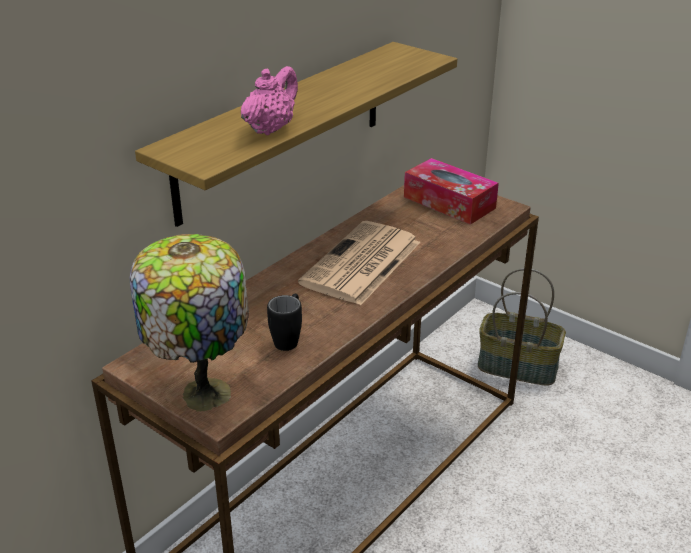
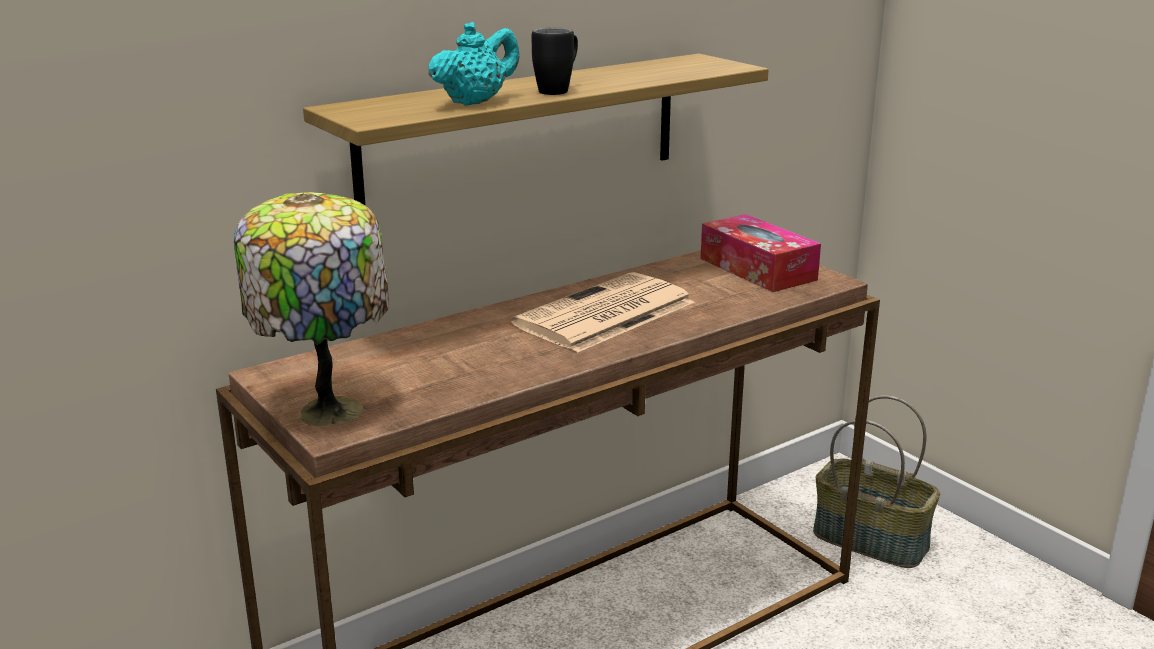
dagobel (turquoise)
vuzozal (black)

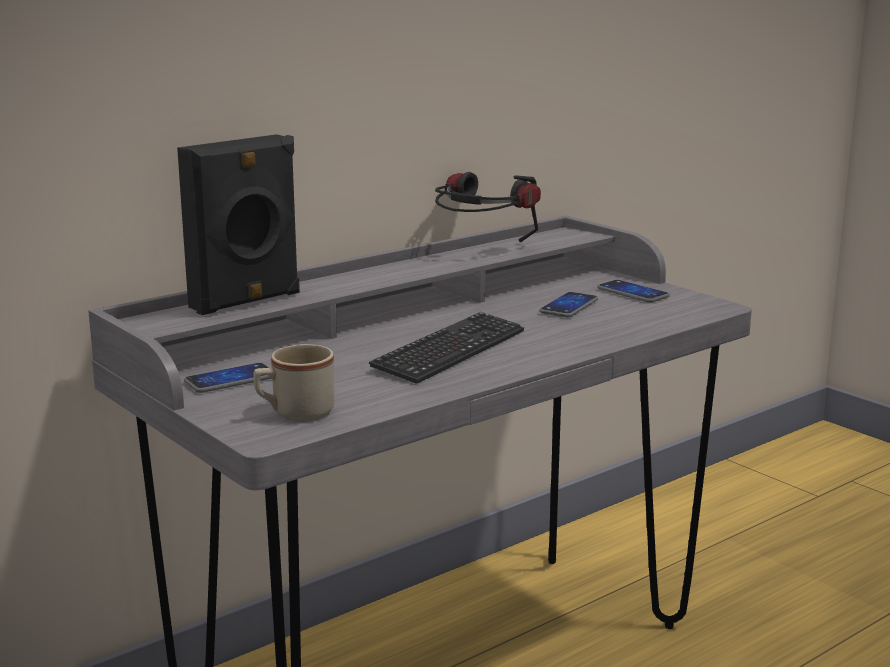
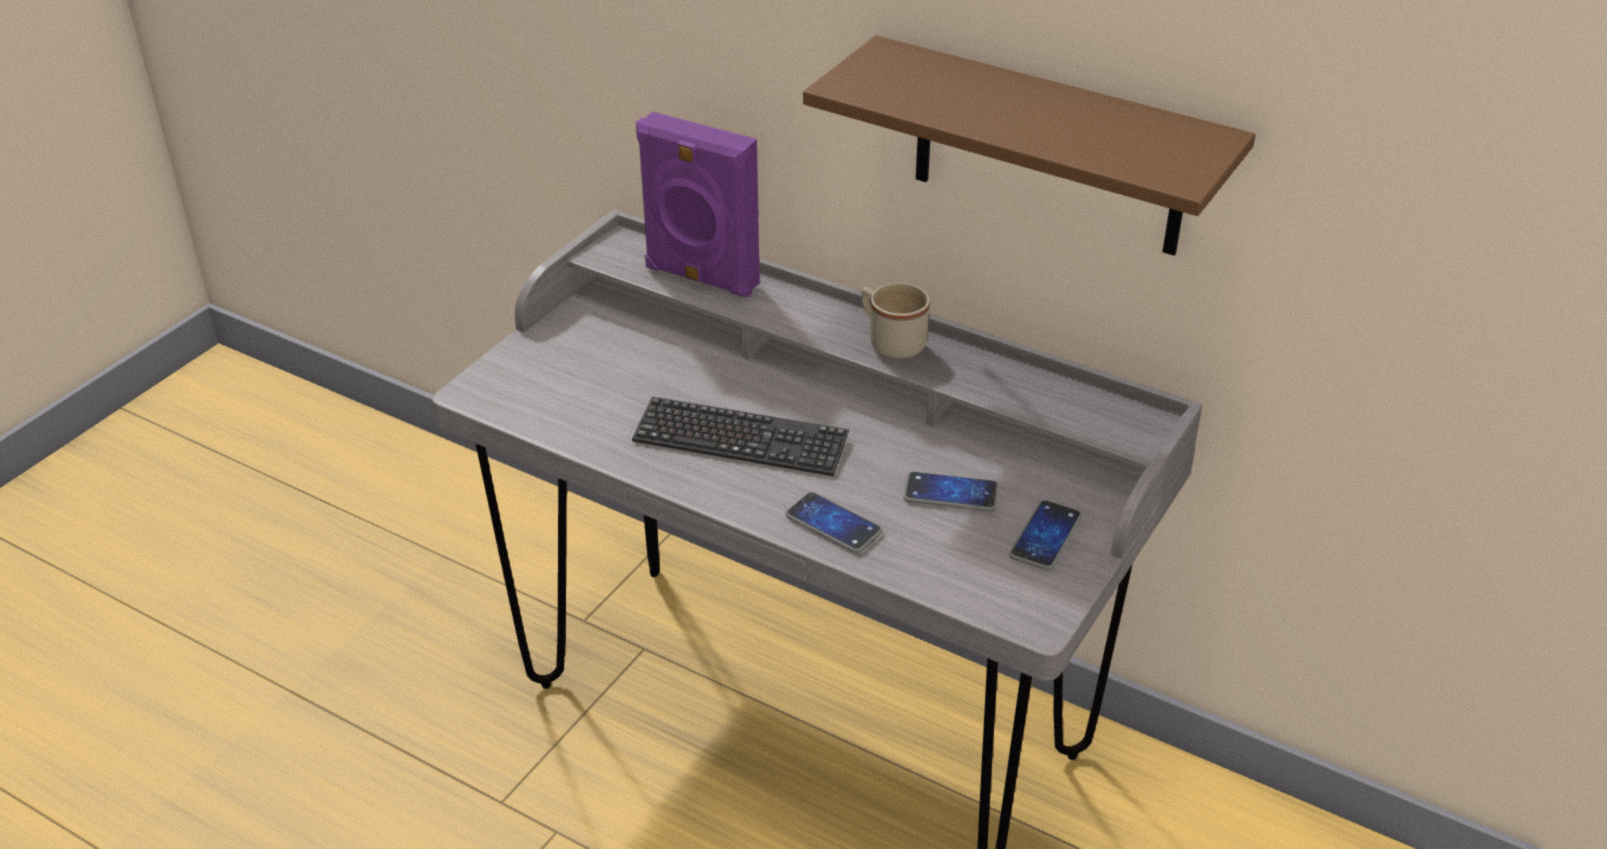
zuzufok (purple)
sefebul
vuzozal (beige)
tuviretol (no. 1 from left)
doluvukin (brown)

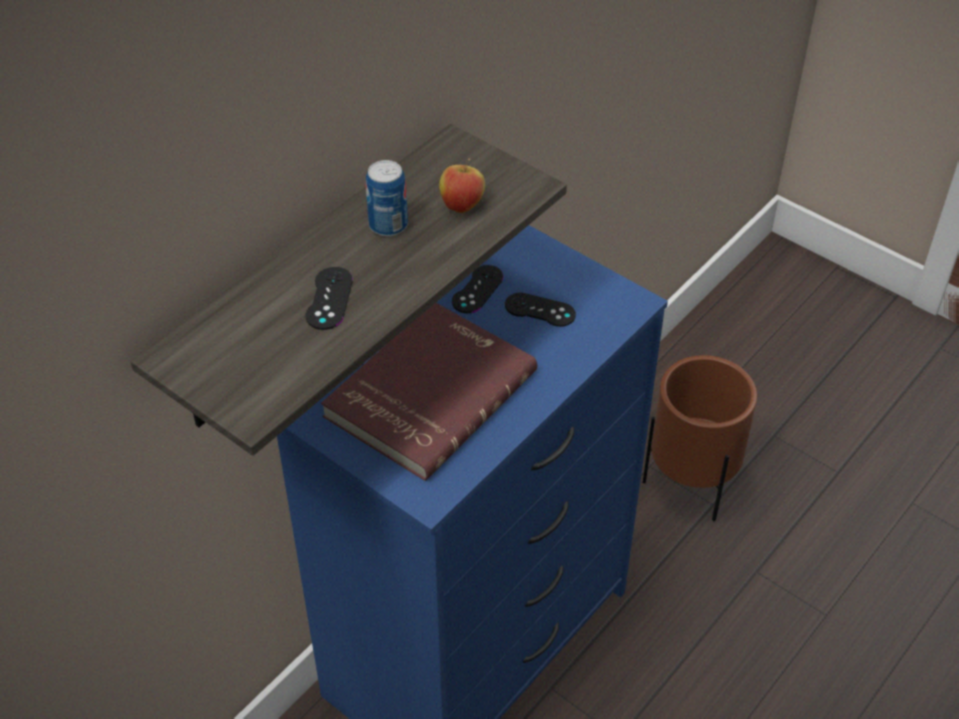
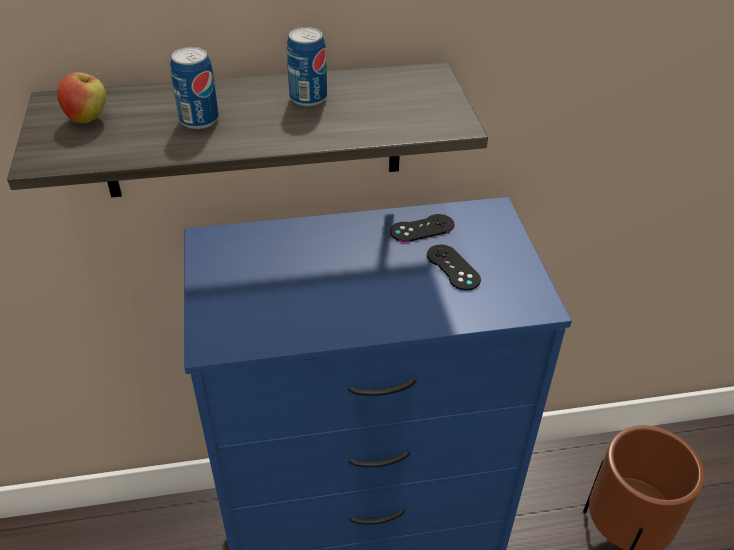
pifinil
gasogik (no. 1 from left)
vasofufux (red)

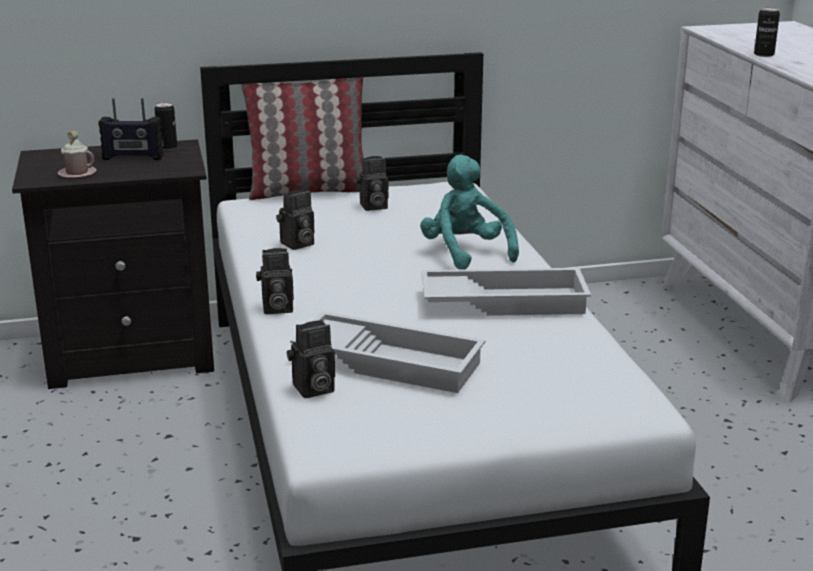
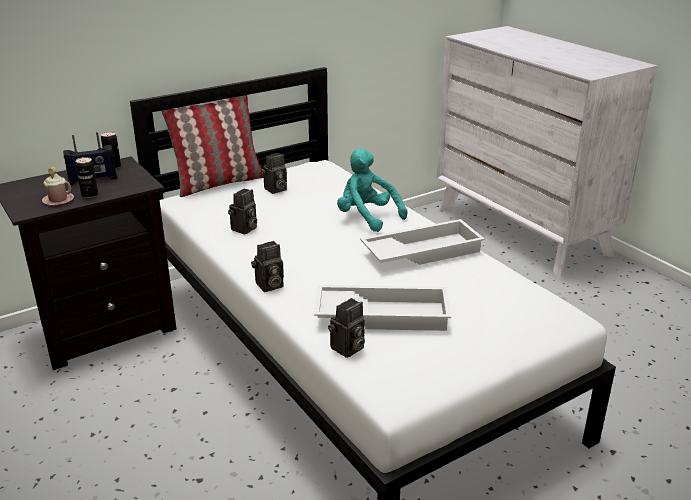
gasogik (no. 1 from left)

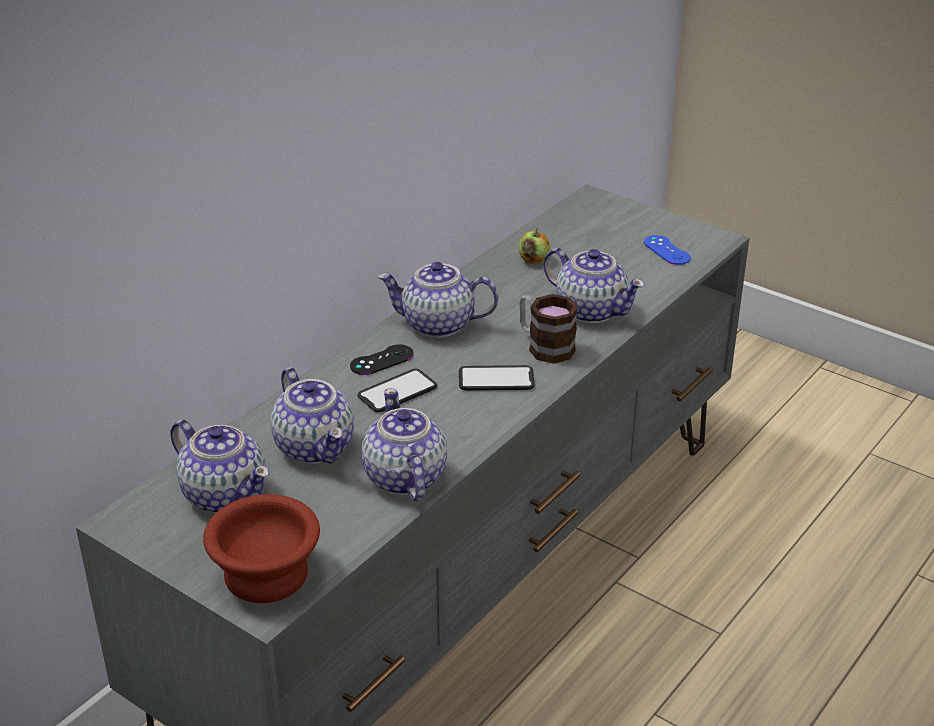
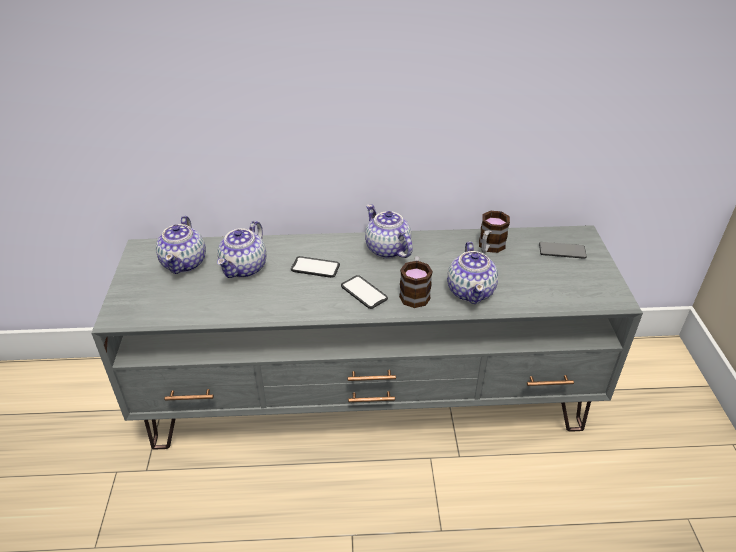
vuzozal (no. 2 from left)
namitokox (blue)
namitokox (black)
dagobel (no. 3 from left in the first image)
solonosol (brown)
tuviretol (no. 3 from left)

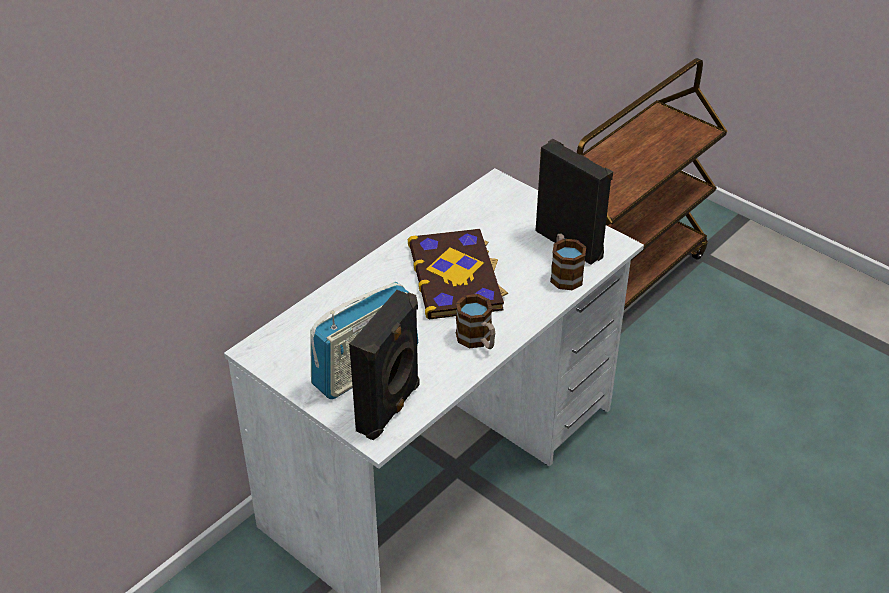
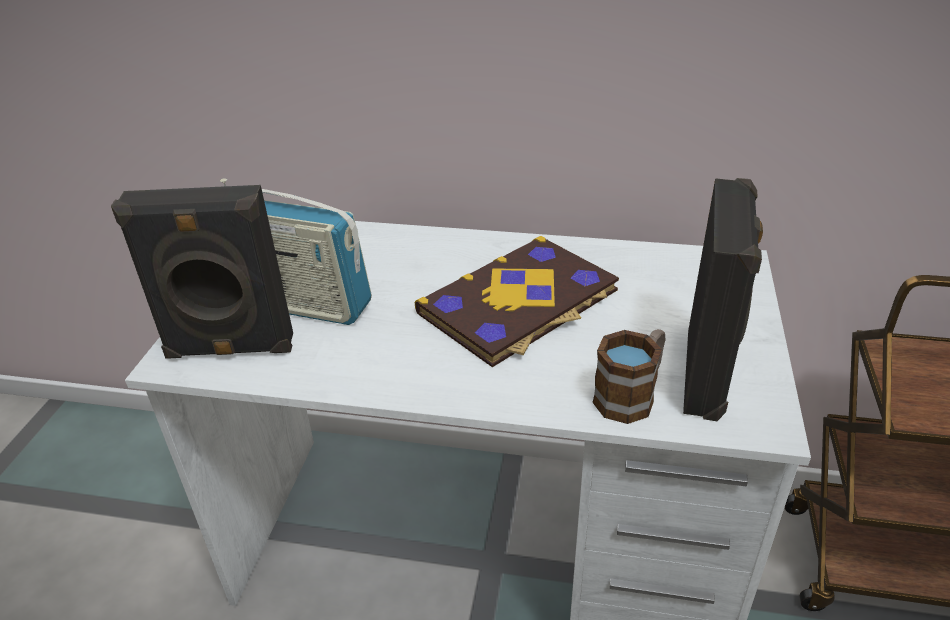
vuzozal (no. 1 from left in the first image)

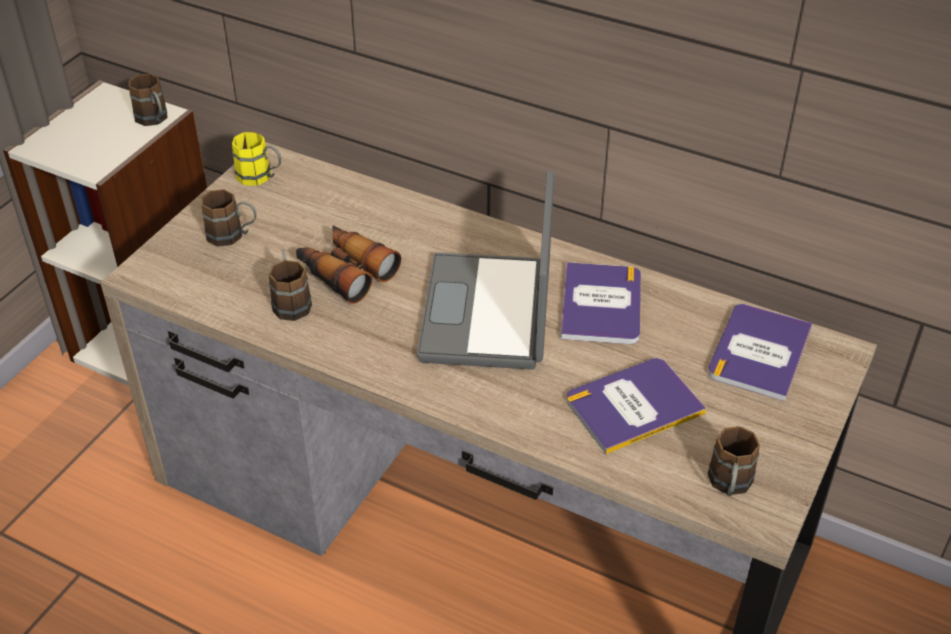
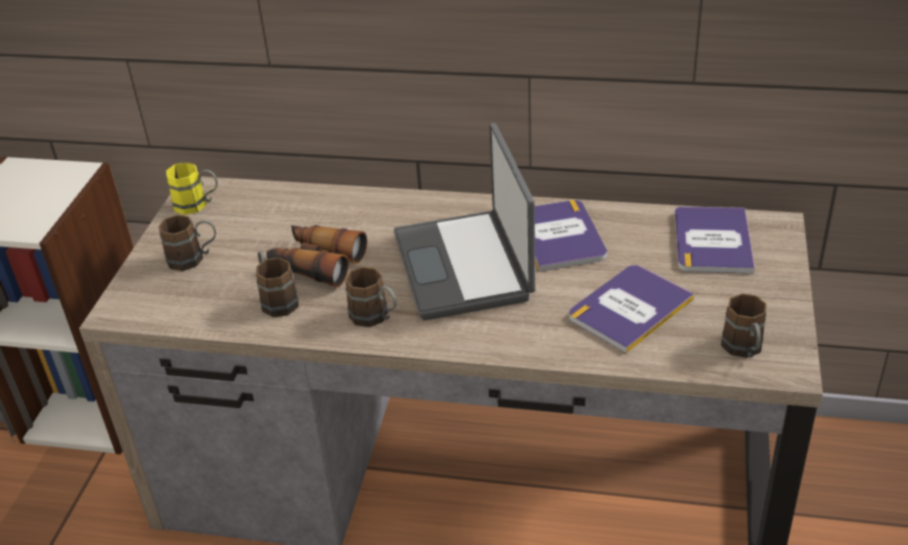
vuzozal (brown) (no. 3 from left)

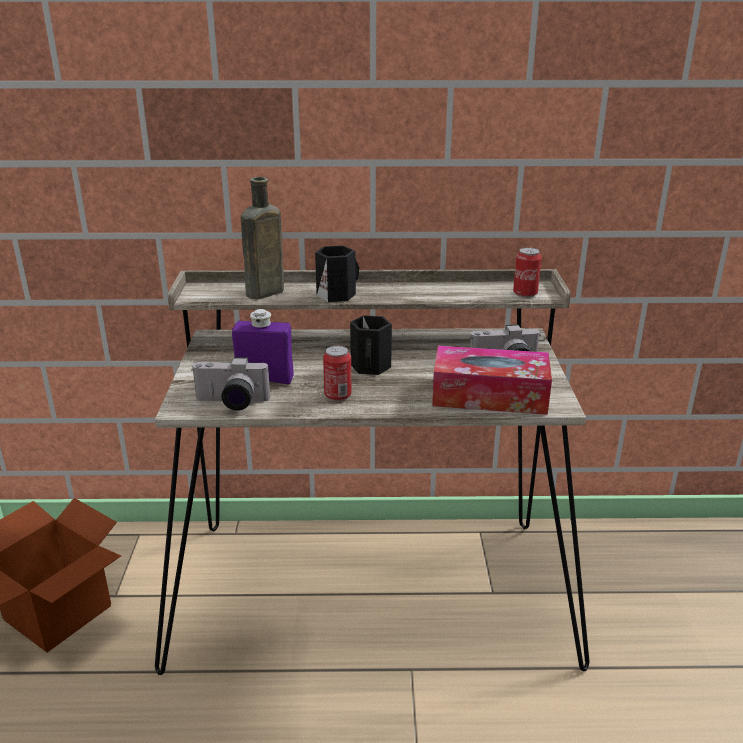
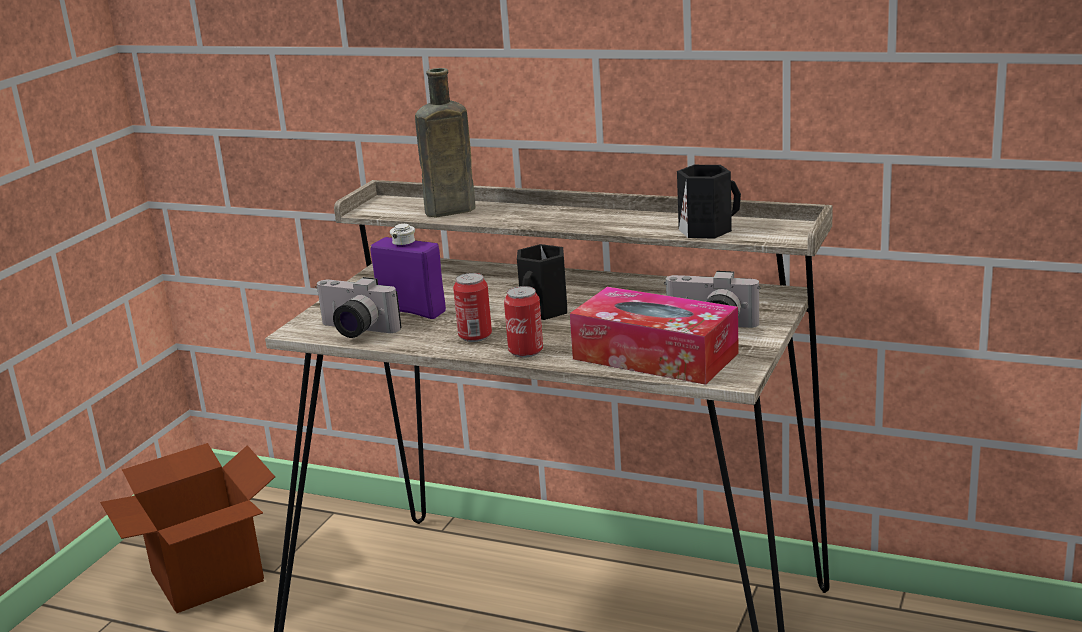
vuzozal (black) (no. 2 from left)
gasogik (no. 2 from left)

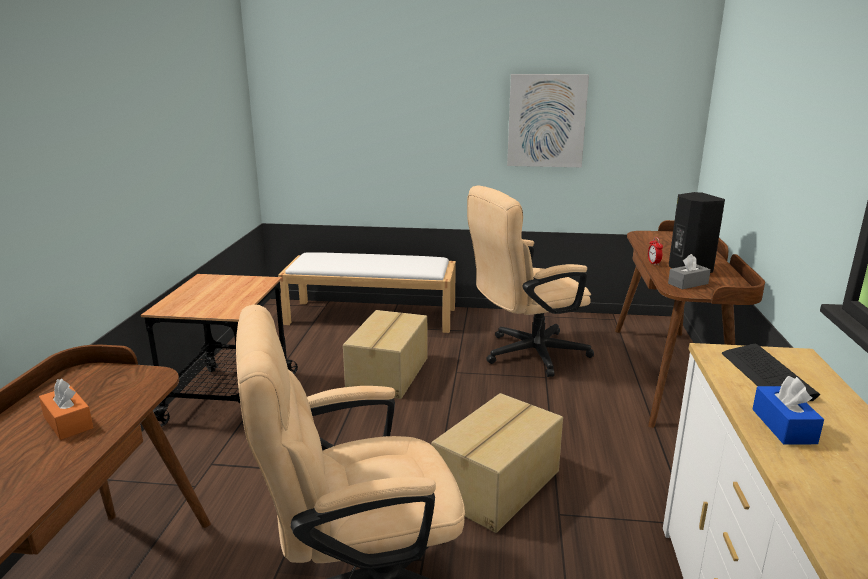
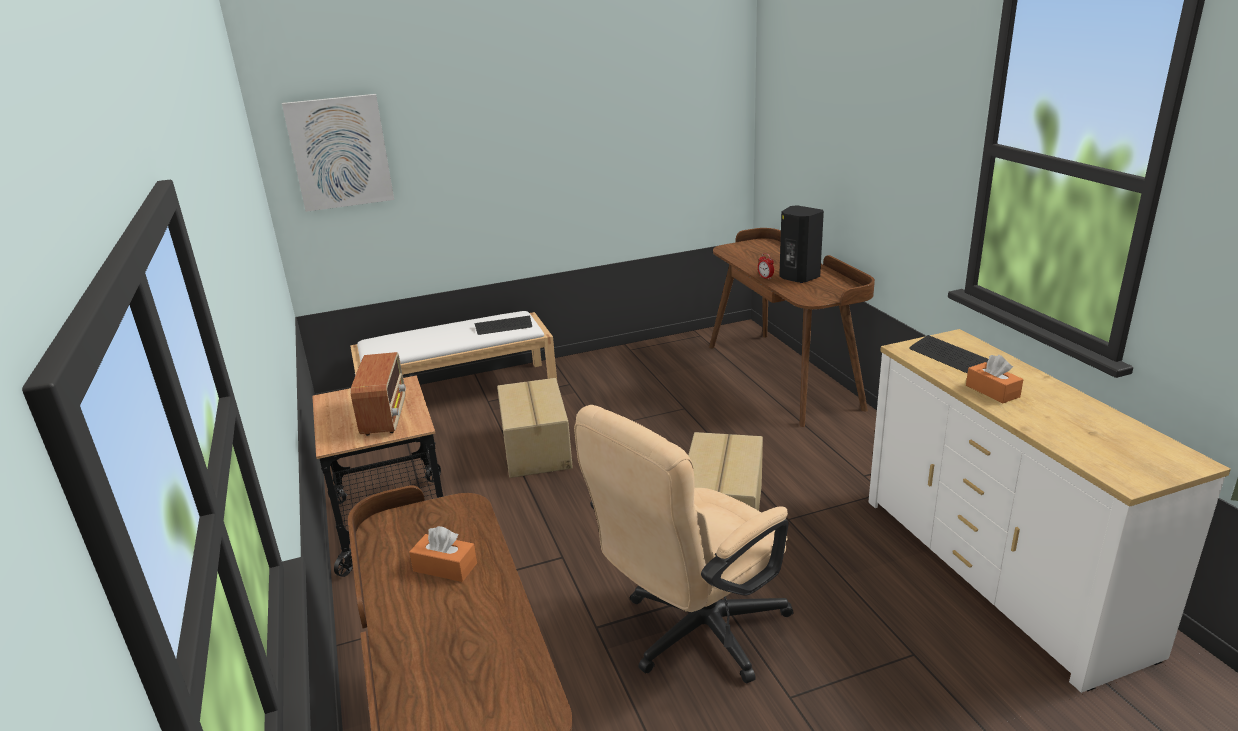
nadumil
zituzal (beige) (no. 2 from left in the first image)
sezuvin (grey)
sezuvin (orange) (no. 2 from left)
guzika (no. 1 from left)
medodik

